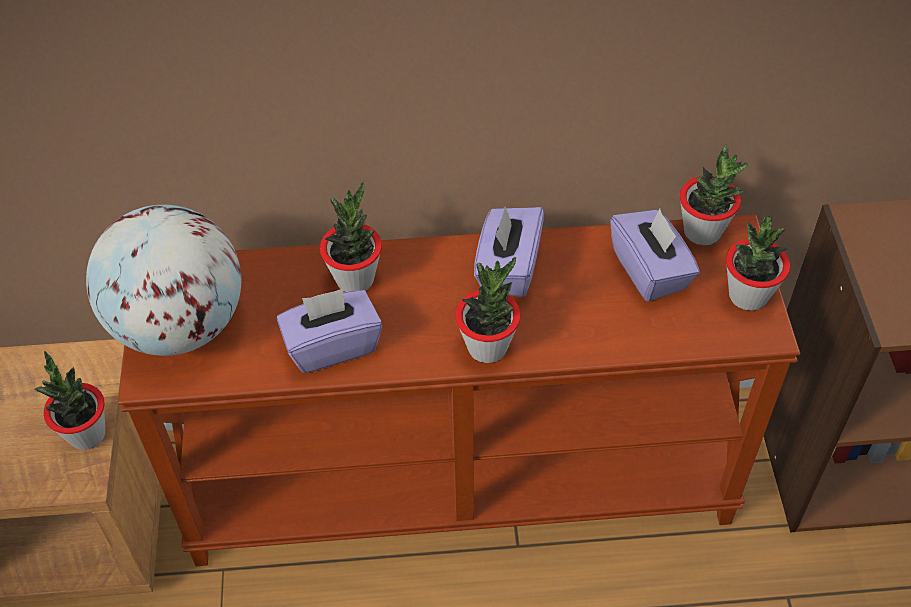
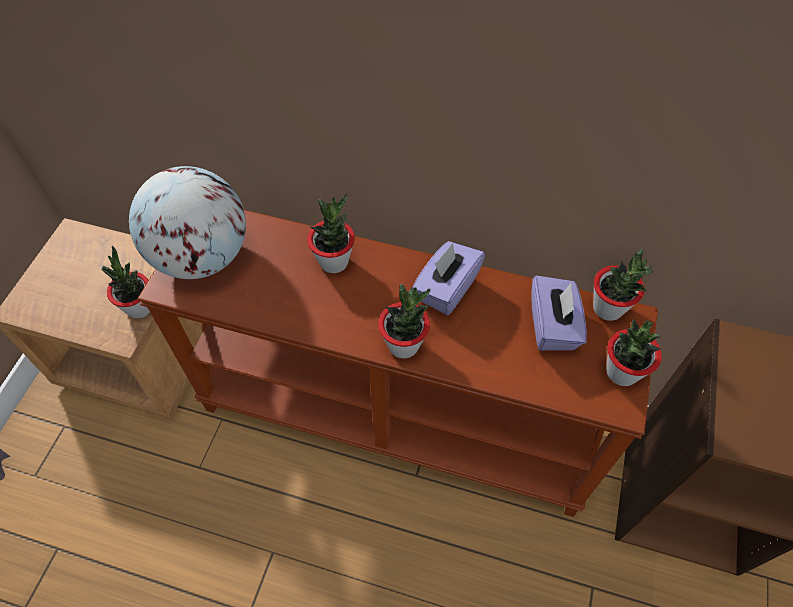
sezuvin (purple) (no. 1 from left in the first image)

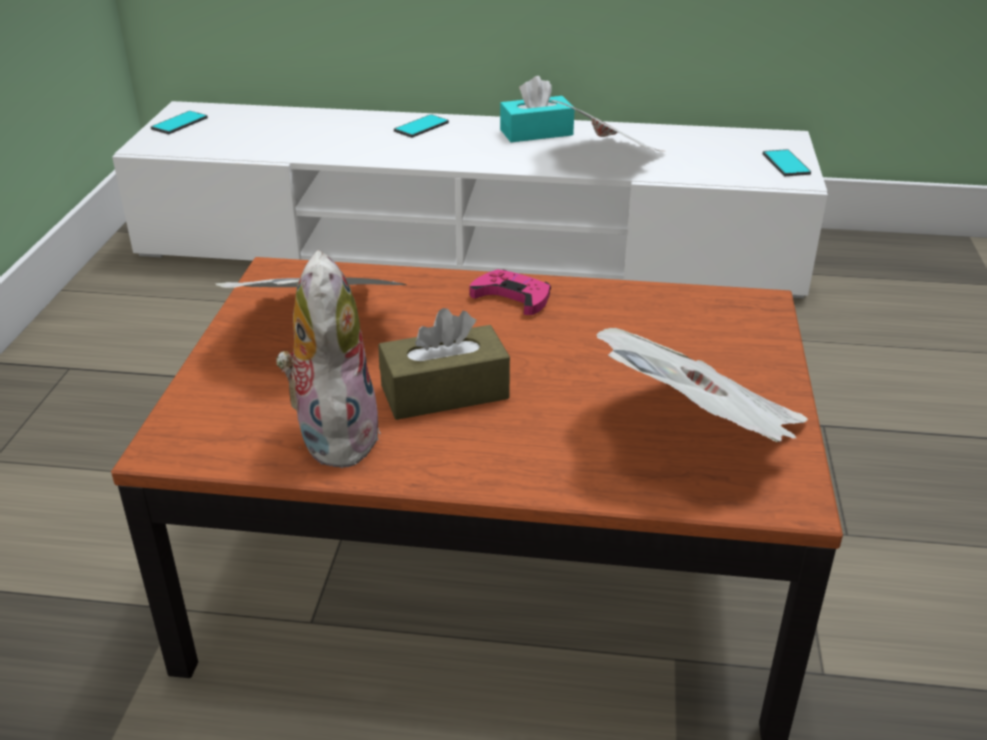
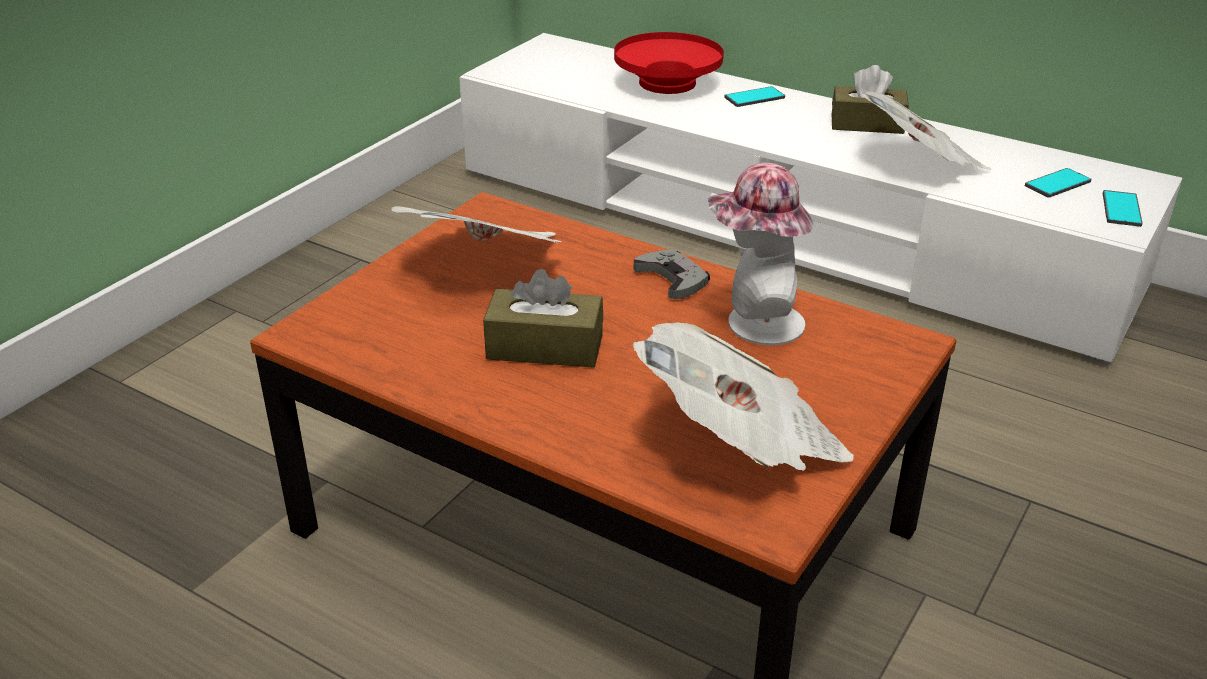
sezuvin (brown) (no. 2 from left)
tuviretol (no. 2 from left)
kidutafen
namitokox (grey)
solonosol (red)
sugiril

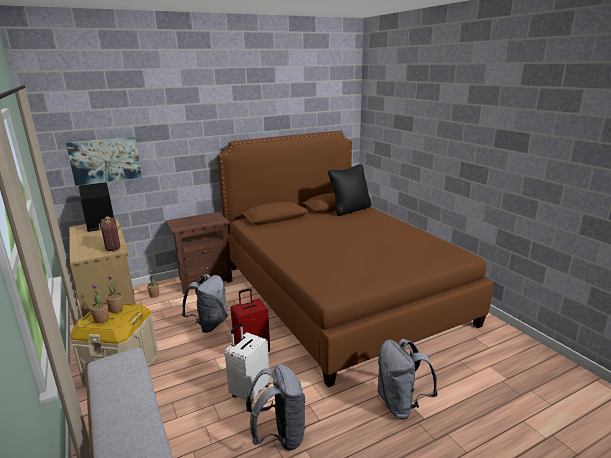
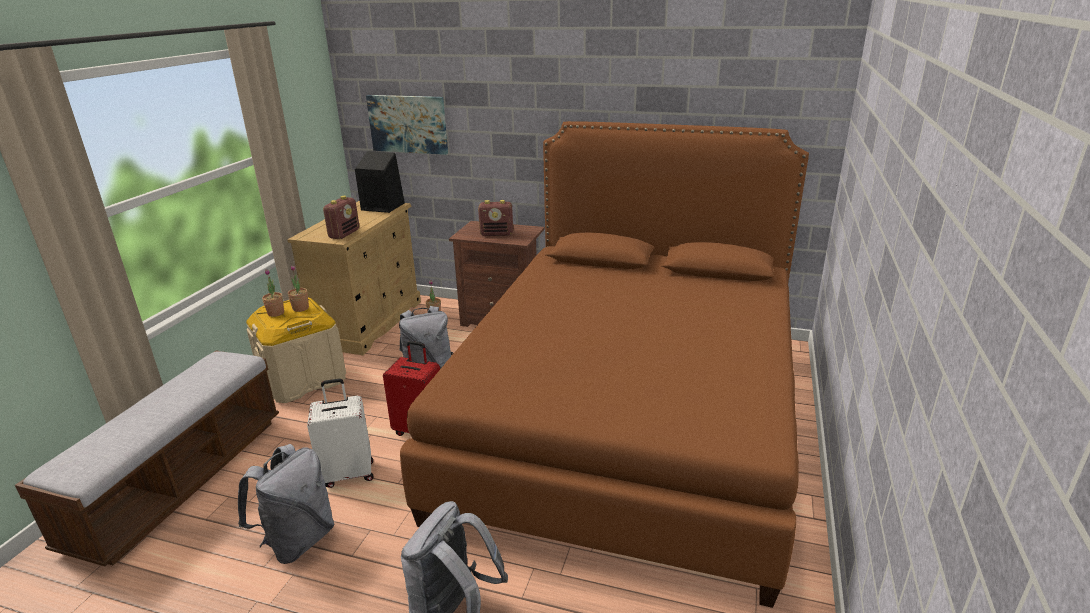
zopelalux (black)
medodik (no. 2 from left)

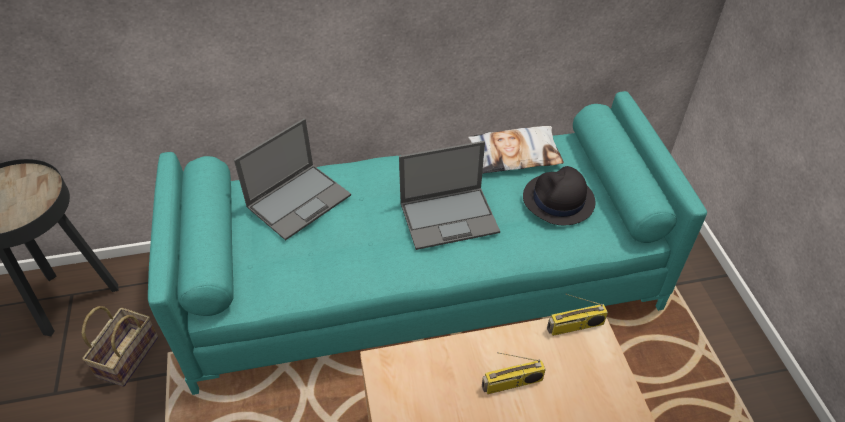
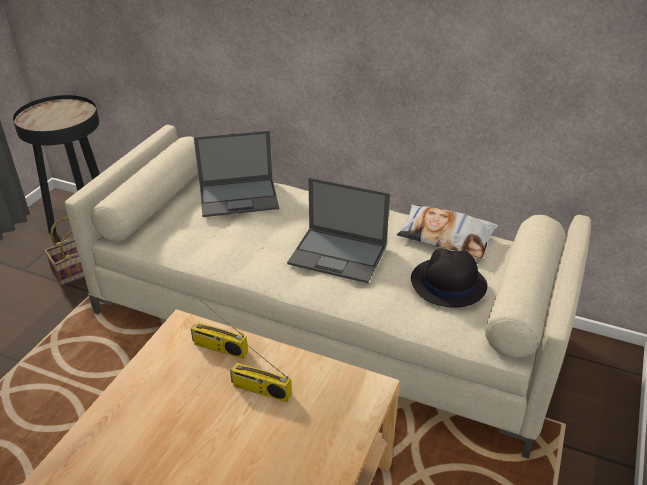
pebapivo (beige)
medodik (no. 1 from left)

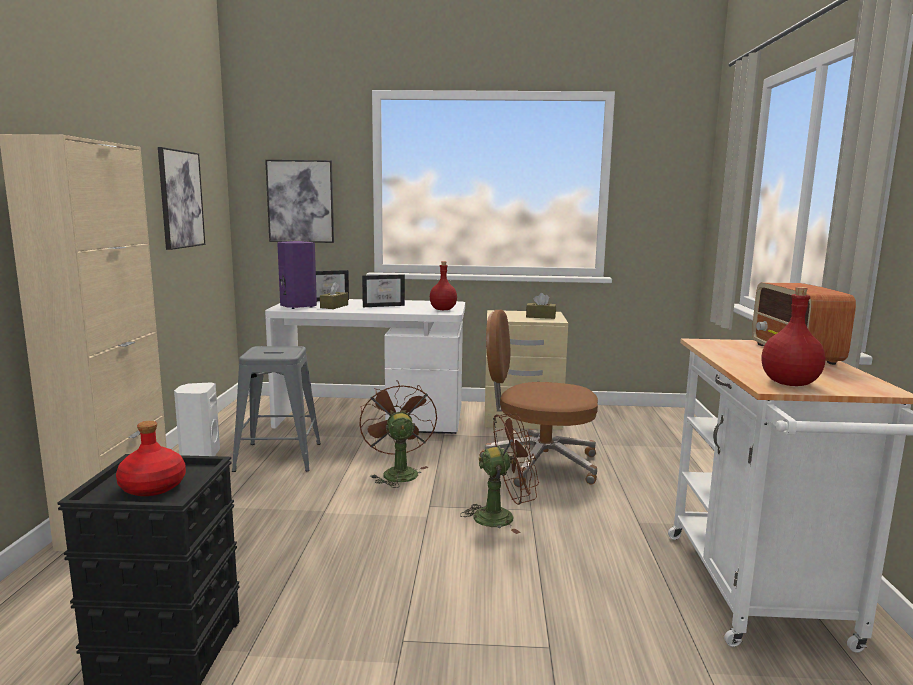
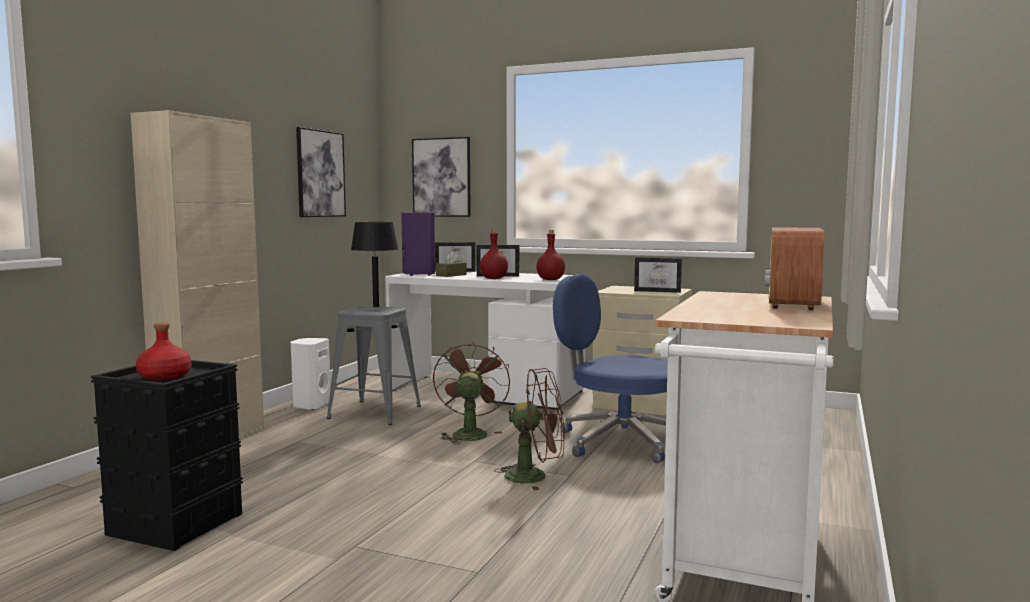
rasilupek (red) (no. 2 from left)
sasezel (no. 3 from left)
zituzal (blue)
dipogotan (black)

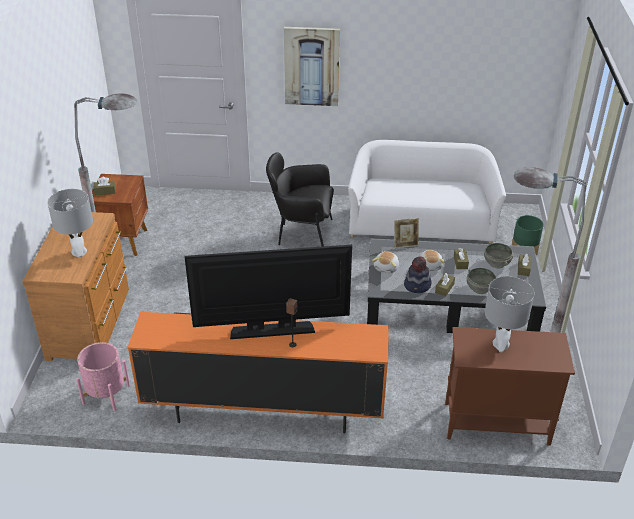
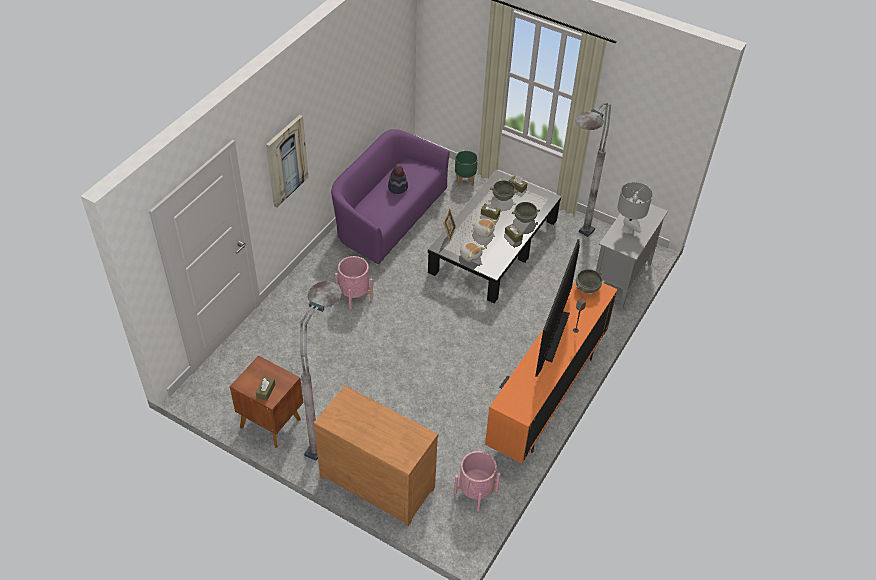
pebapivo (purple)
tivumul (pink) (no. 1 from left)
dipogotan (grey) (no. 1 from left in the first image)
sugiril
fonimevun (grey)
solonosol (grey) (no. 3 from left)

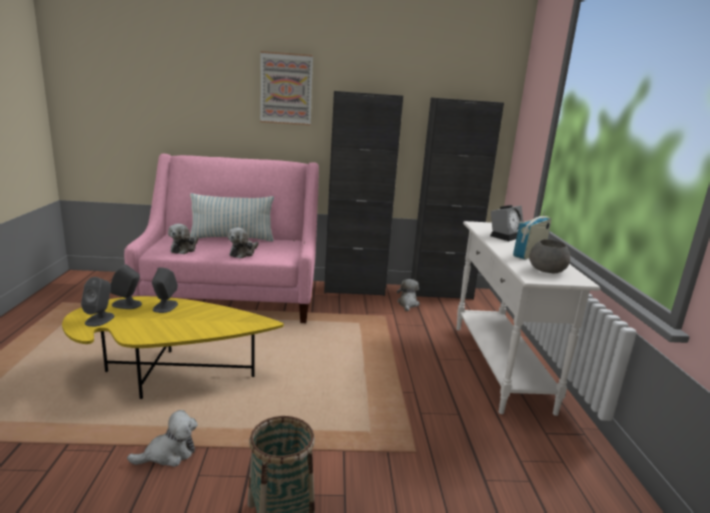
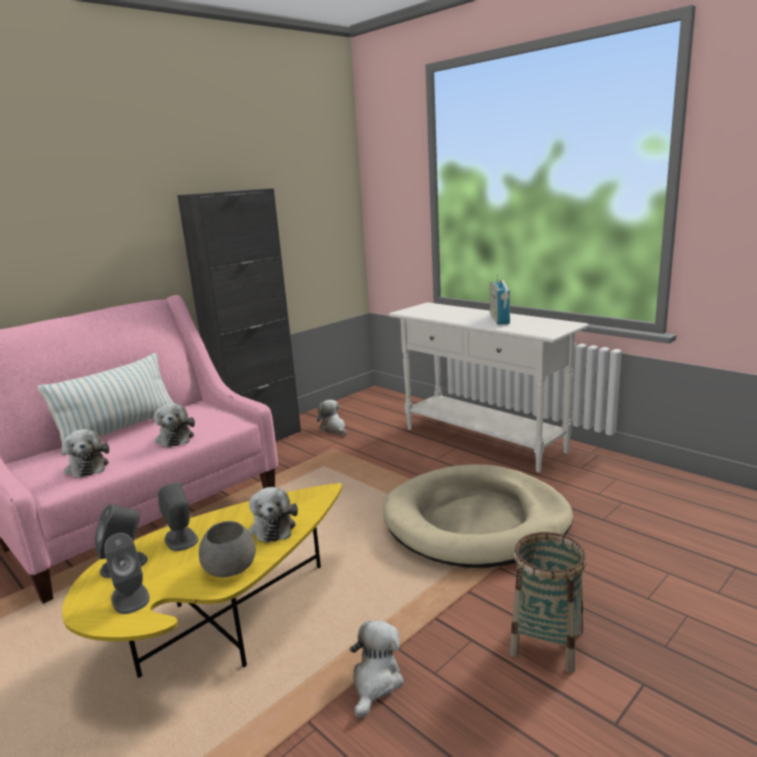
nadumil
fonimevun (black) (no. 2 from left in the first image)
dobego
solonosol (grey)
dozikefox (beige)
kidutafen (no. 3 from left)

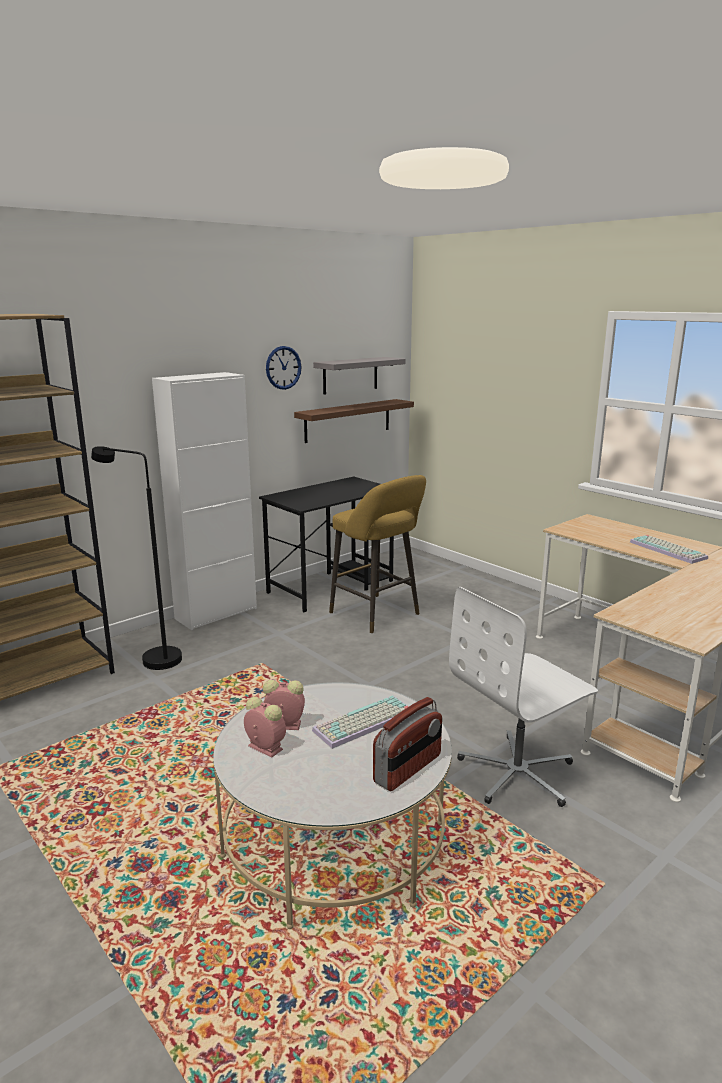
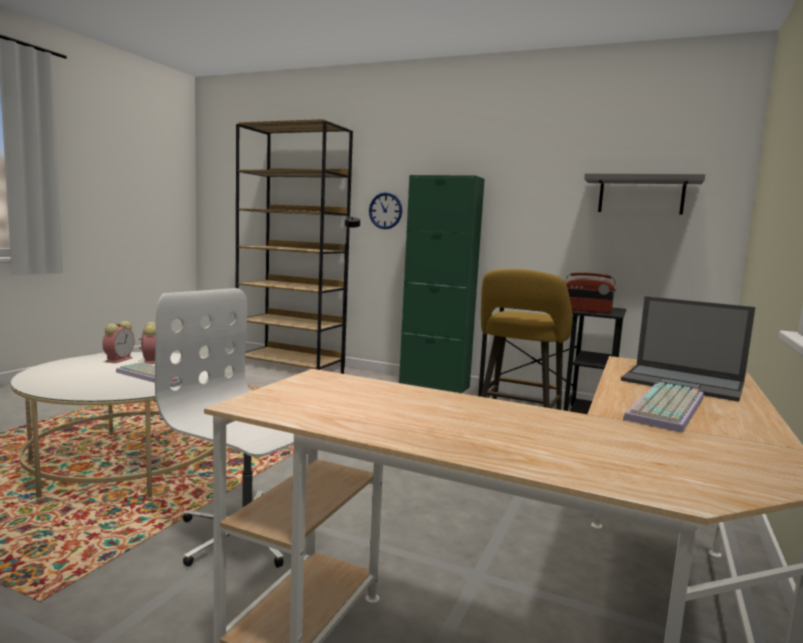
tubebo
fonimevun (green)
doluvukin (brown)
medodik
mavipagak

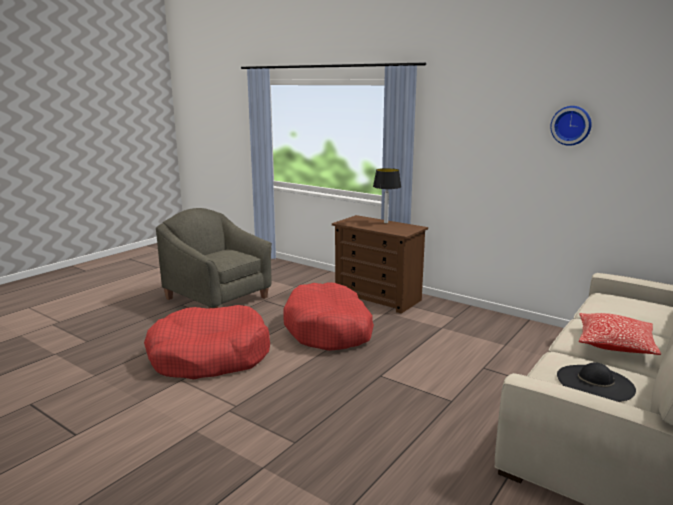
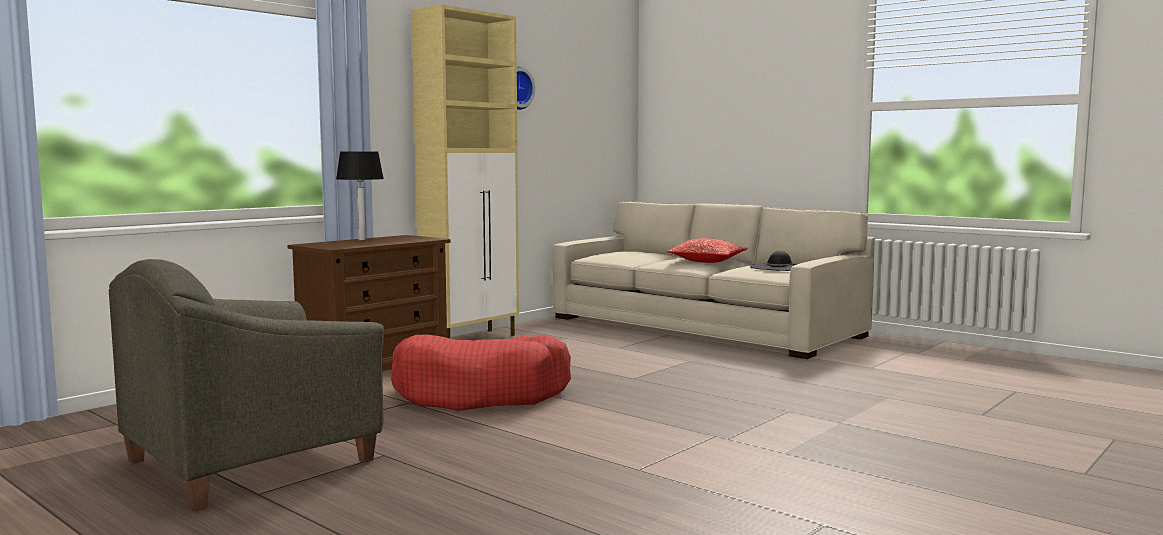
dozikefox (red) (no. 1 from left in the first image)
fonimevun (beige)

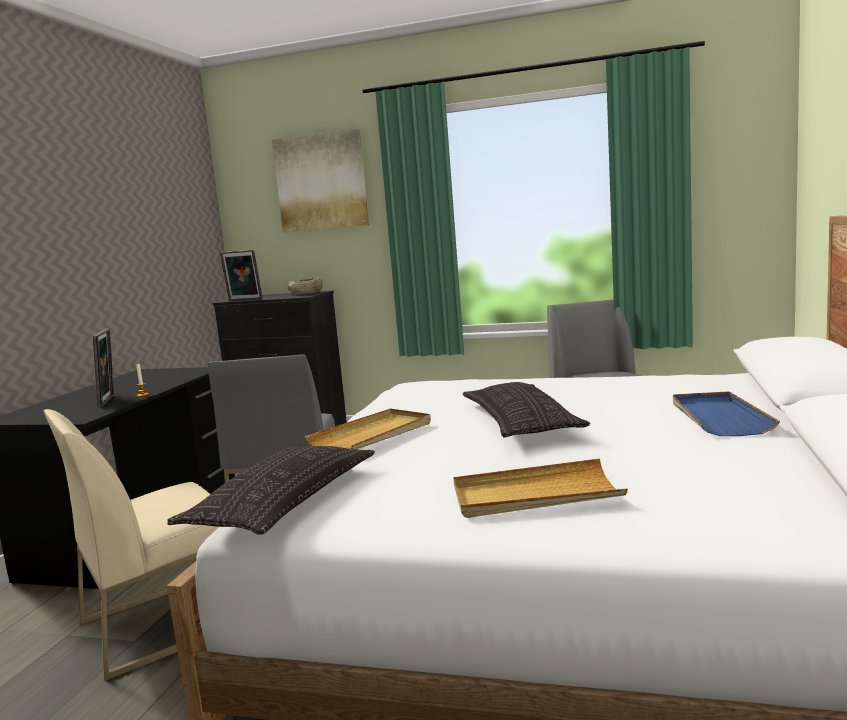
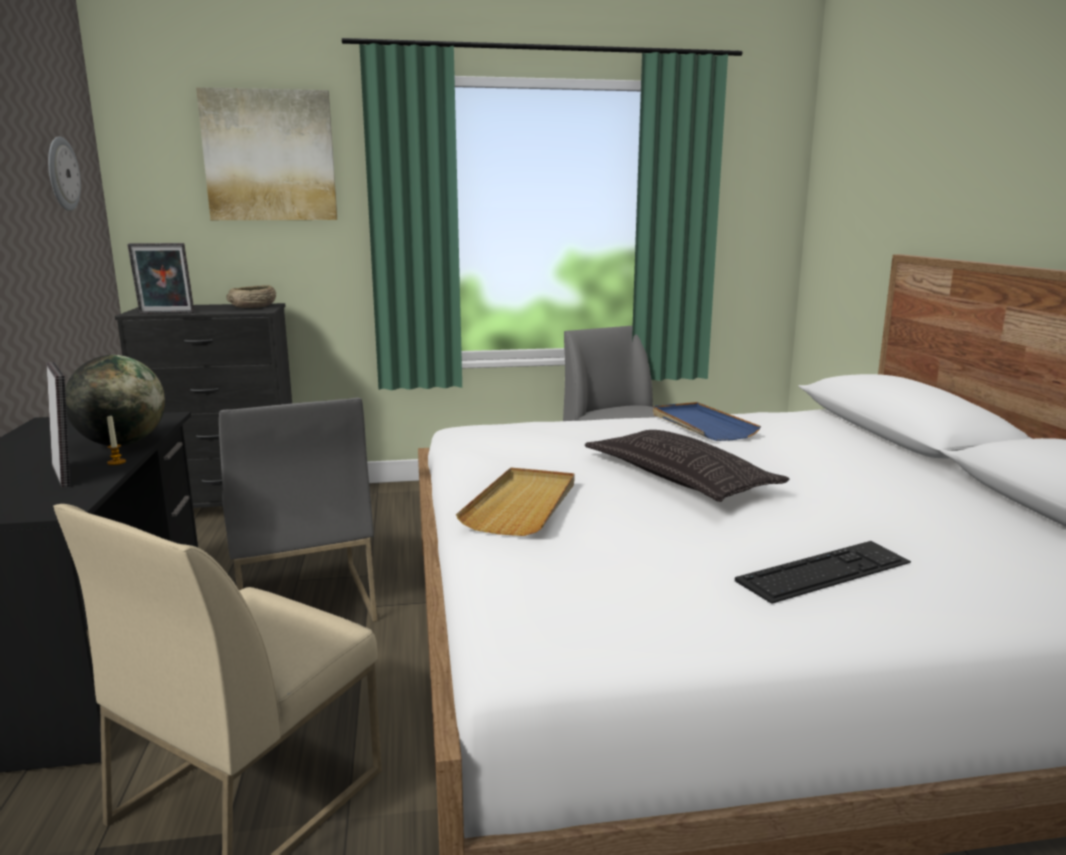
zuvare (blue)
zopelalux (no. 1 from left in the first image)
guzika
tubebo
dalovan

